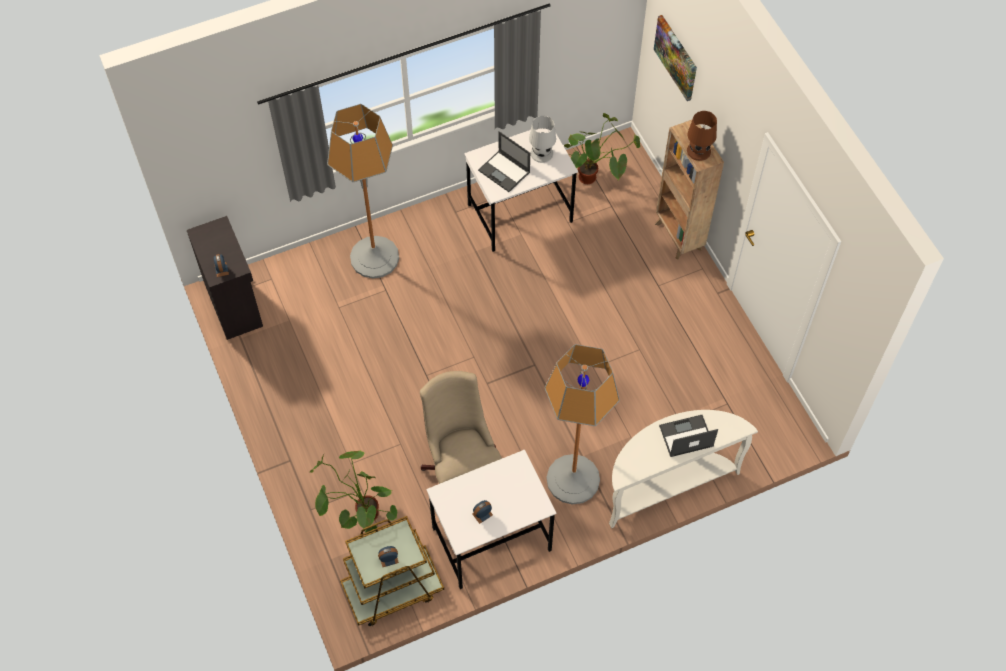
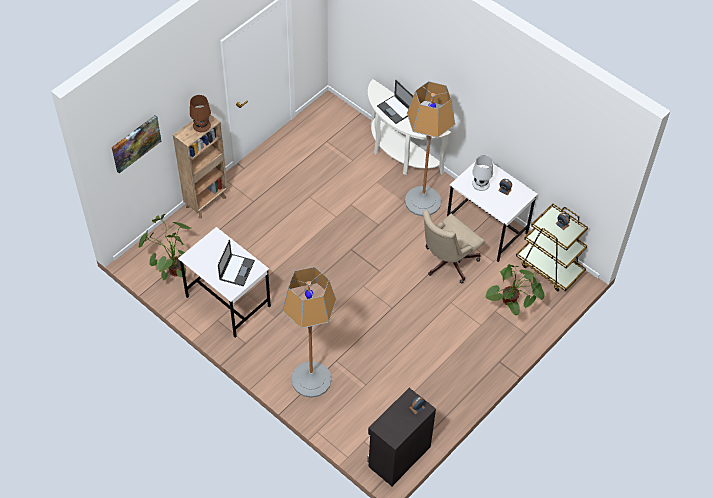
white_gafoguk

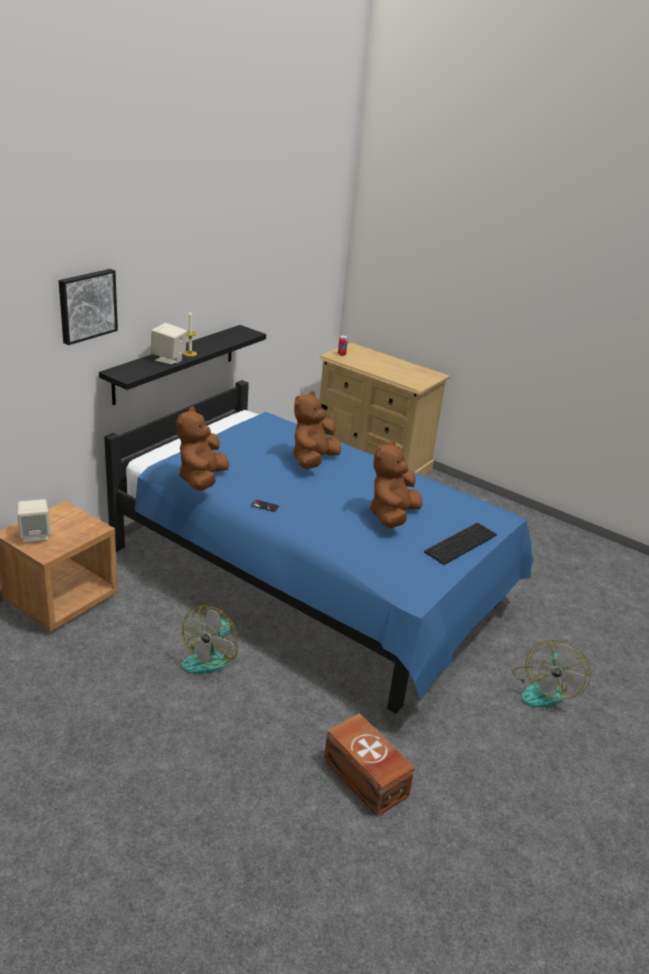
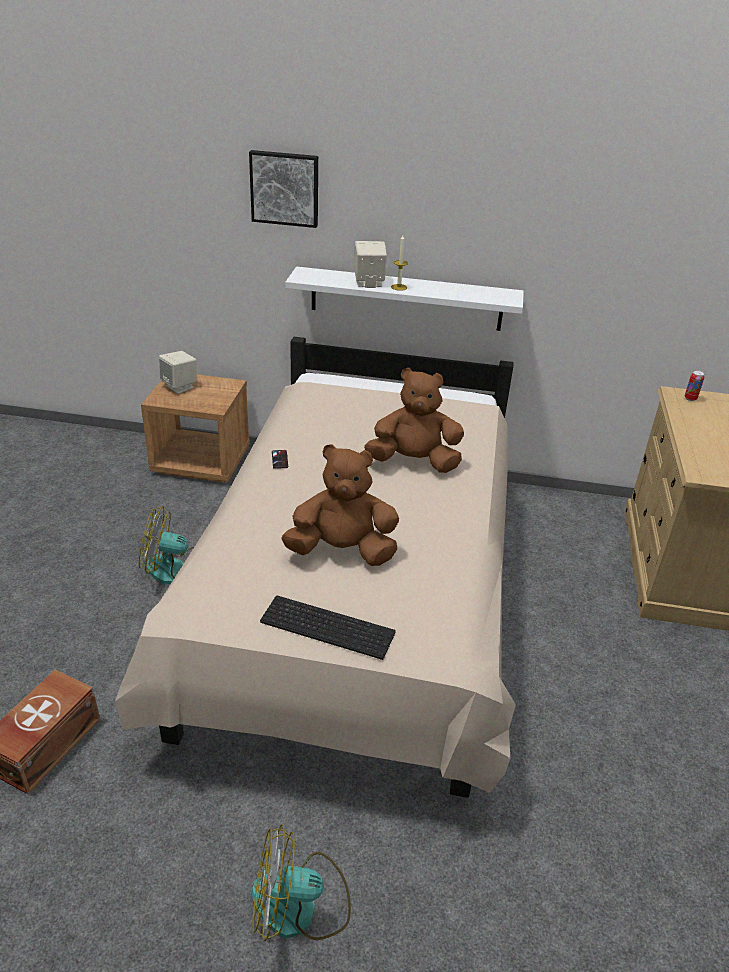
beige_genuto
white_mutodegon
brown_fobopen (no. 1 from left in the first image)

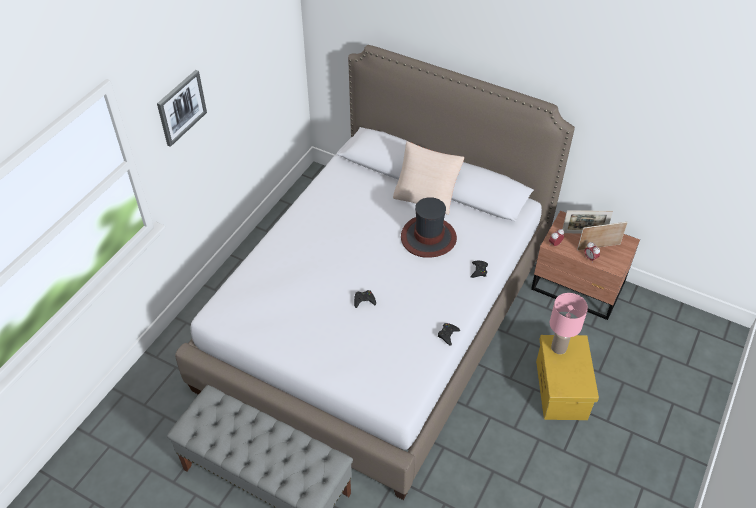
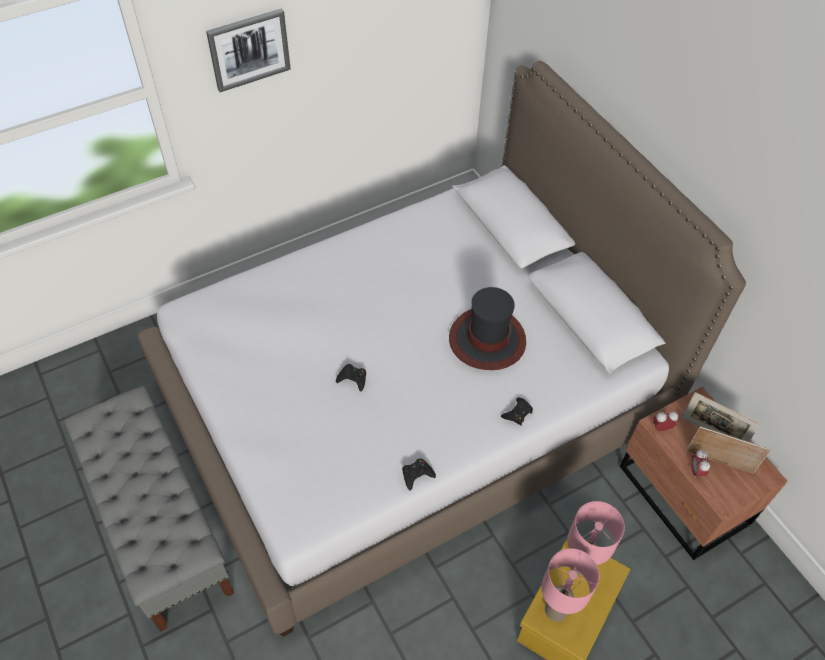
pink_gafoguk (no. 1 from left)
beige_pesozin

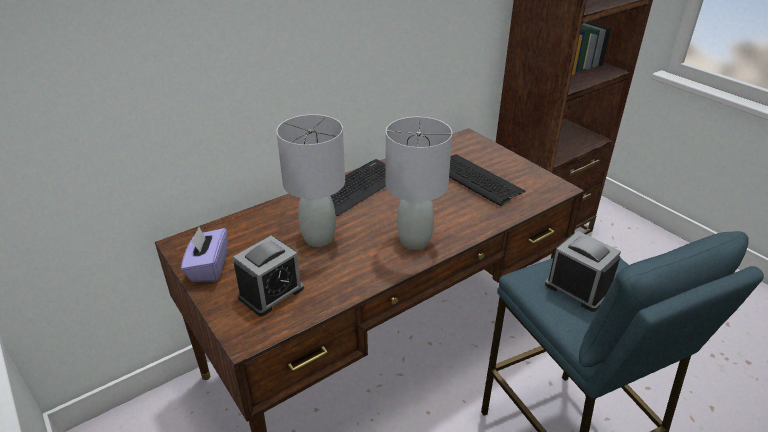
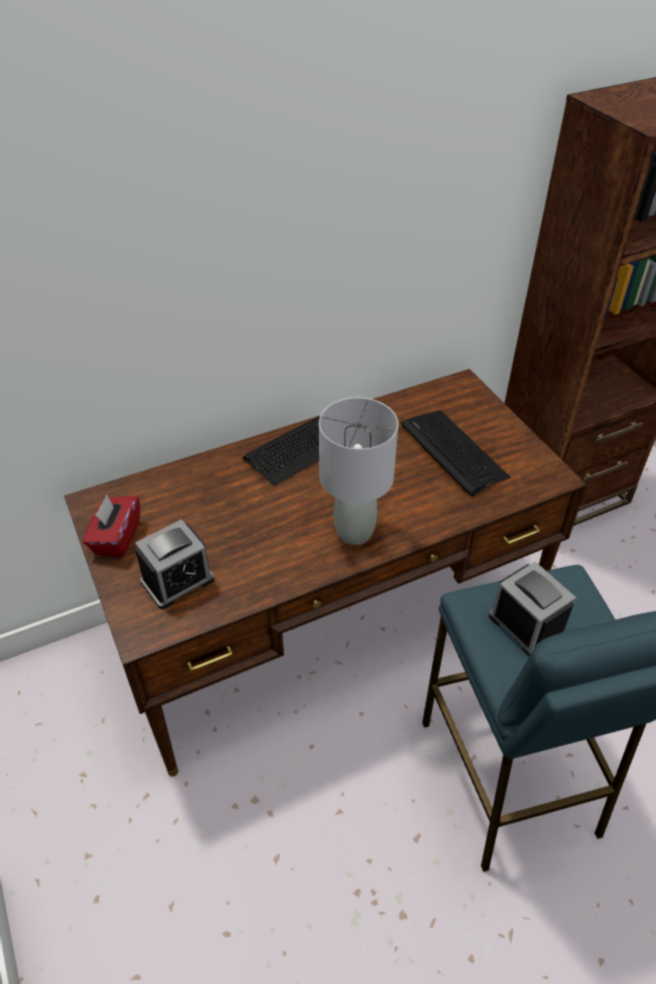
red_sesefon
grey_gafoguk (no. 1 from left in the first image)

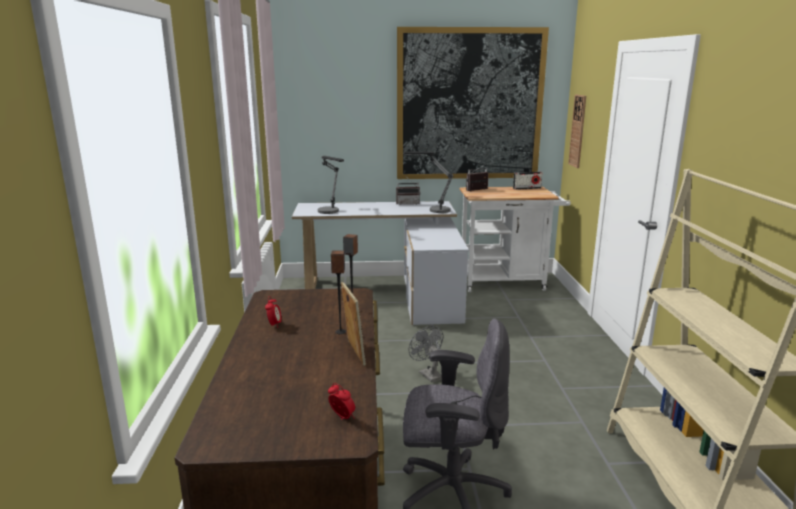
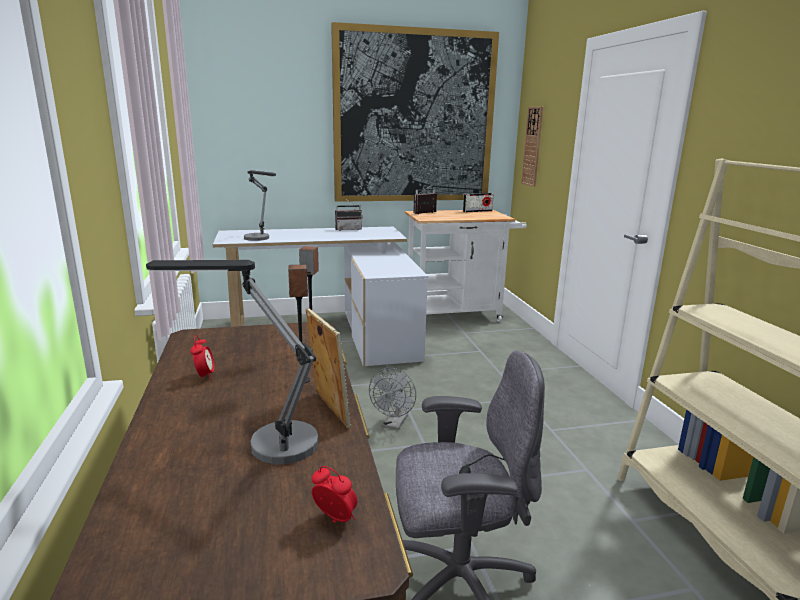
gafoguk (no. 1 from left)
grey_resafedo

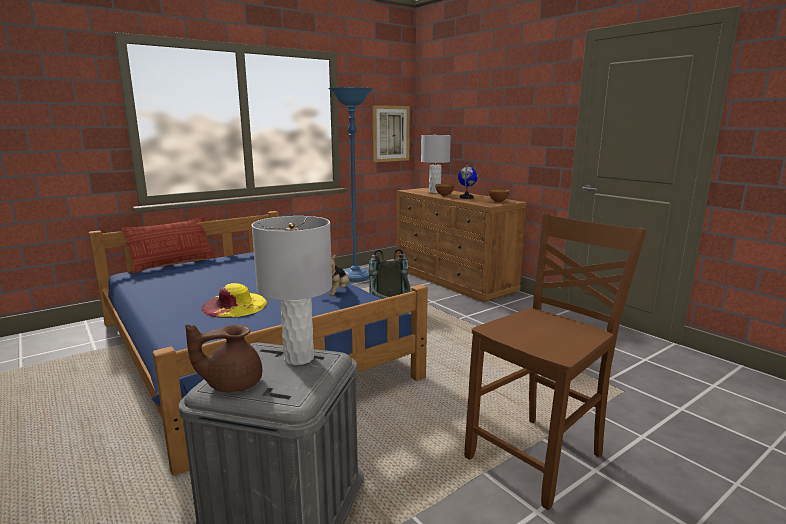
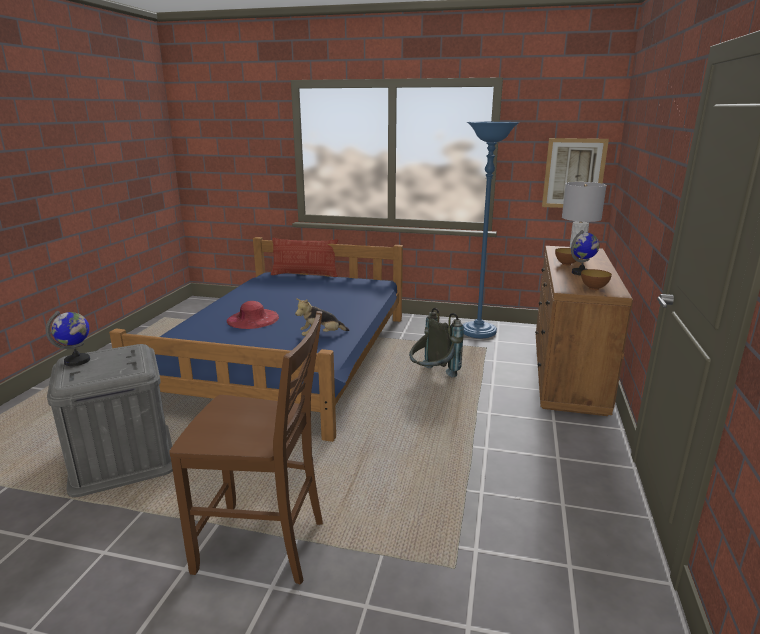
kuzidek (no. 1 from left)
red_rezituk
grey_gafoguk (no. 1 from left in the first image)

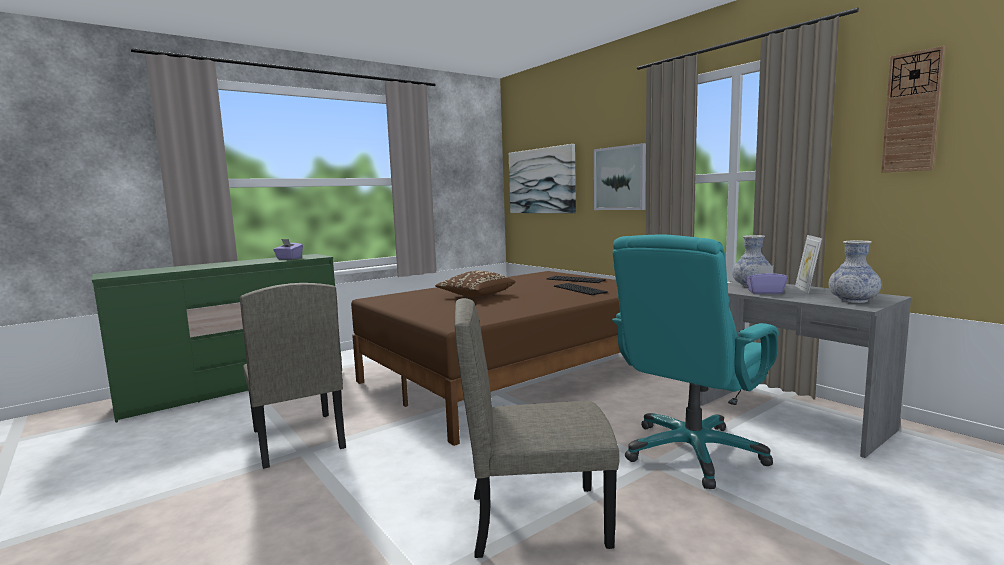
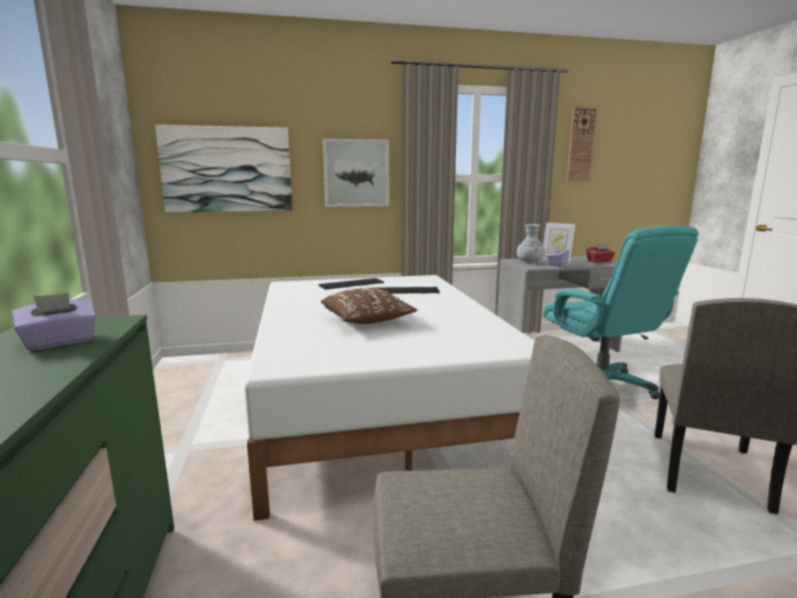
white_genuto
red_sesefon

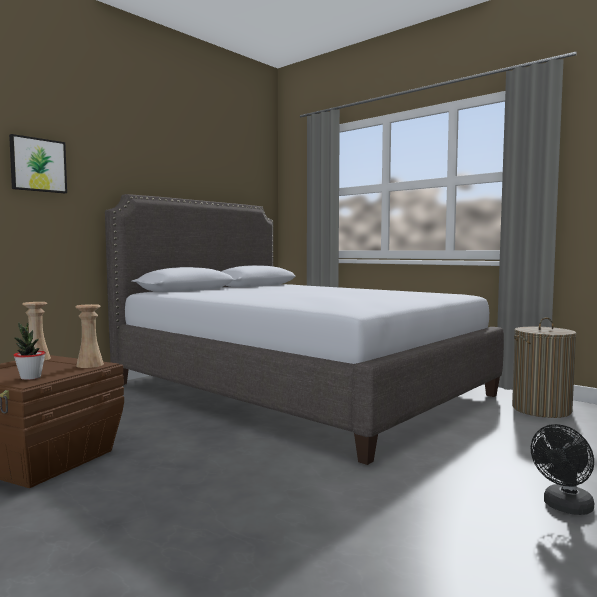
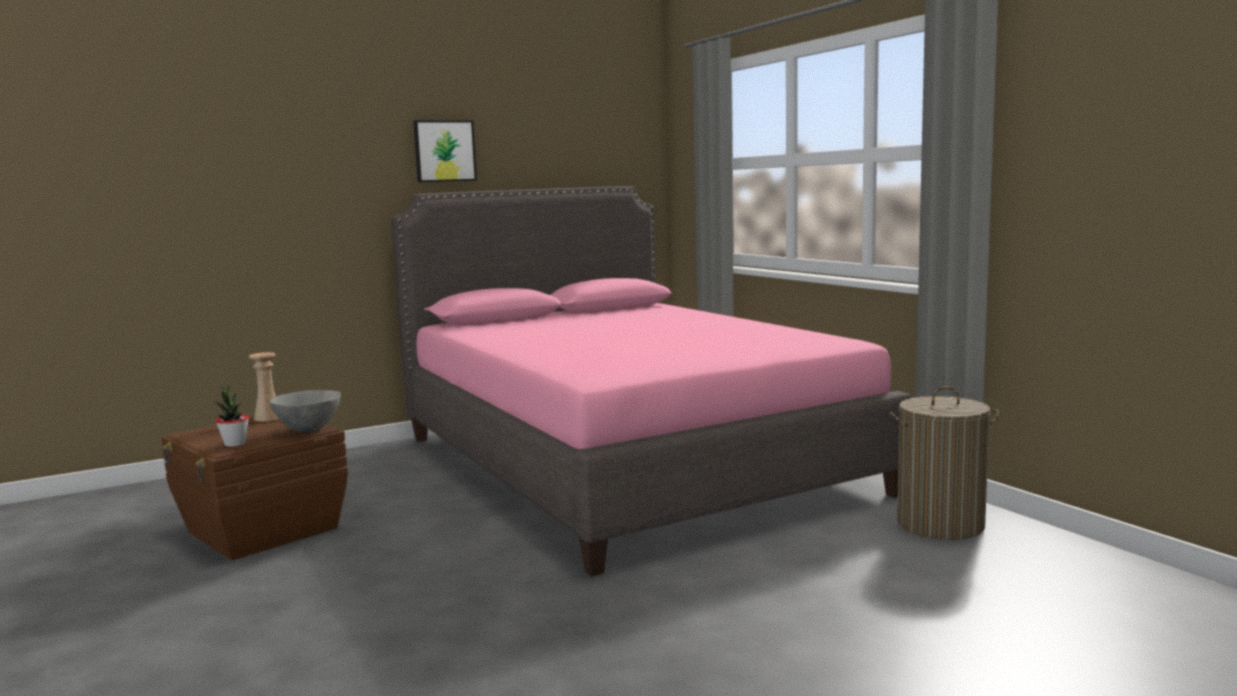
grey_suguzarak
pink_genuto
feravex
black_resafedo

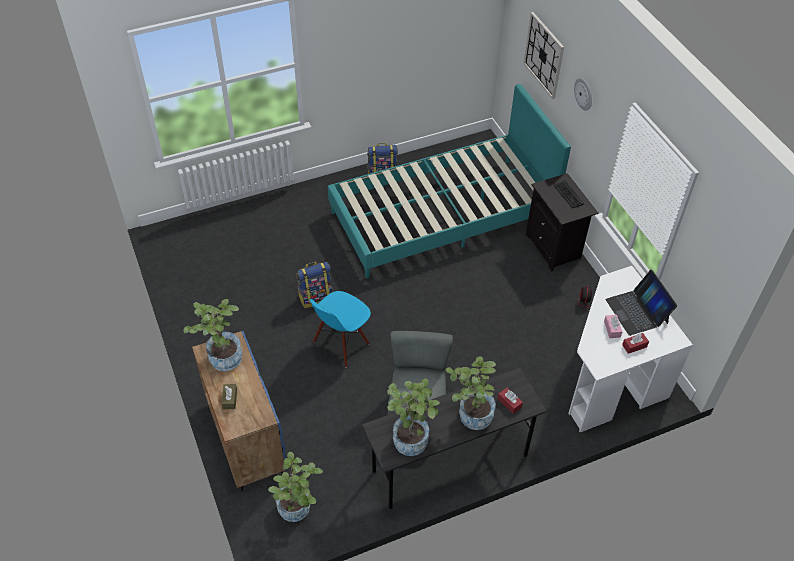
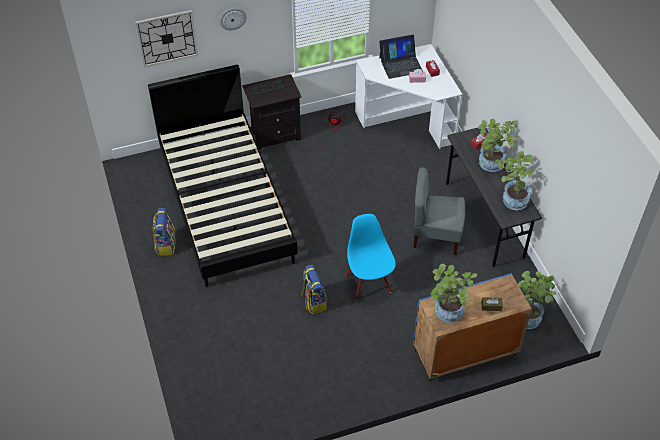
black_genuto
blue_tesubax

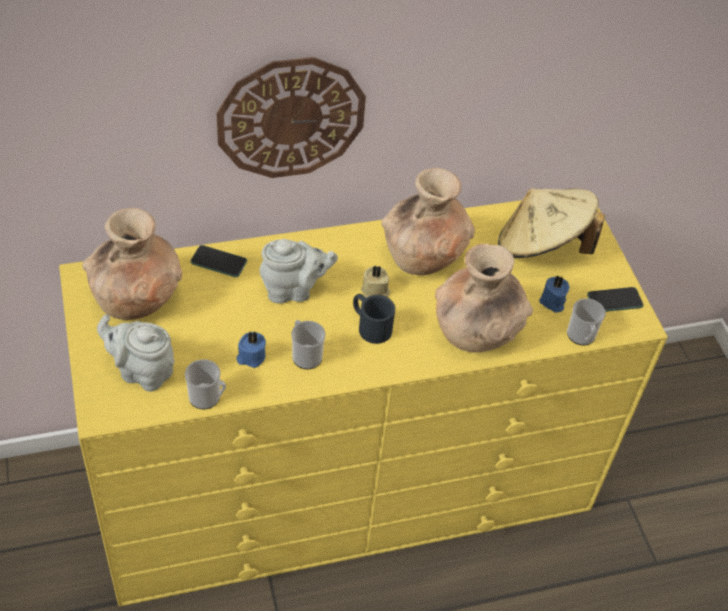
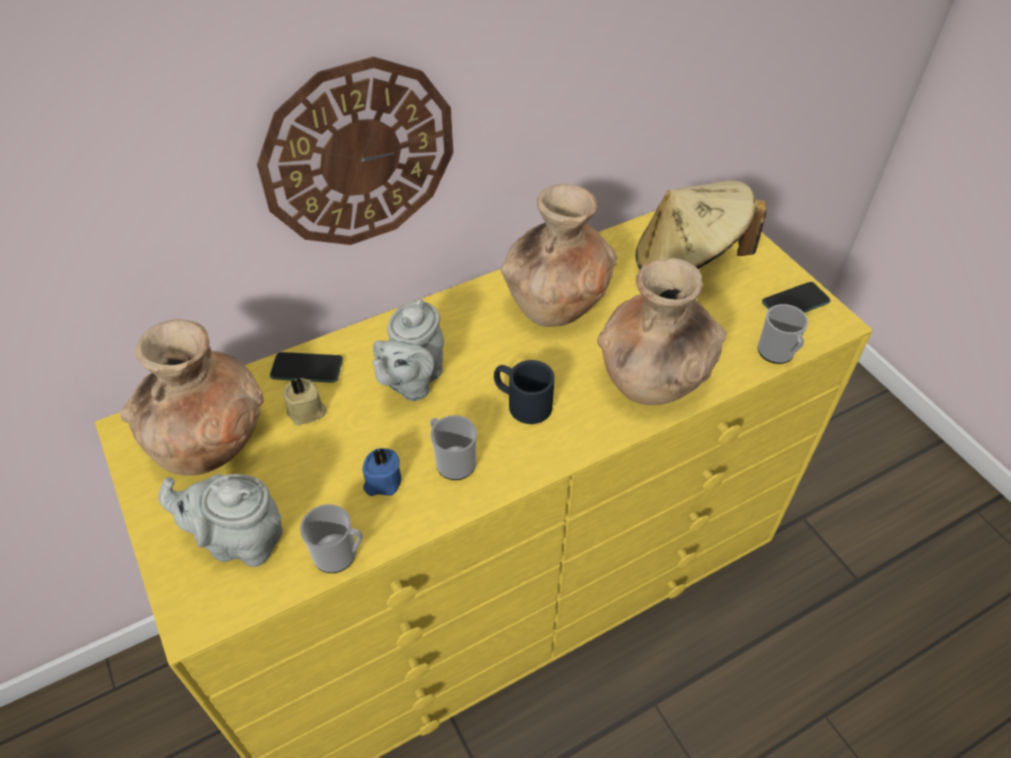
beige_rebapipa
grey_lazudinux (no. 2 from left)
blue_rebapipa (no. 2 from left in the first image)

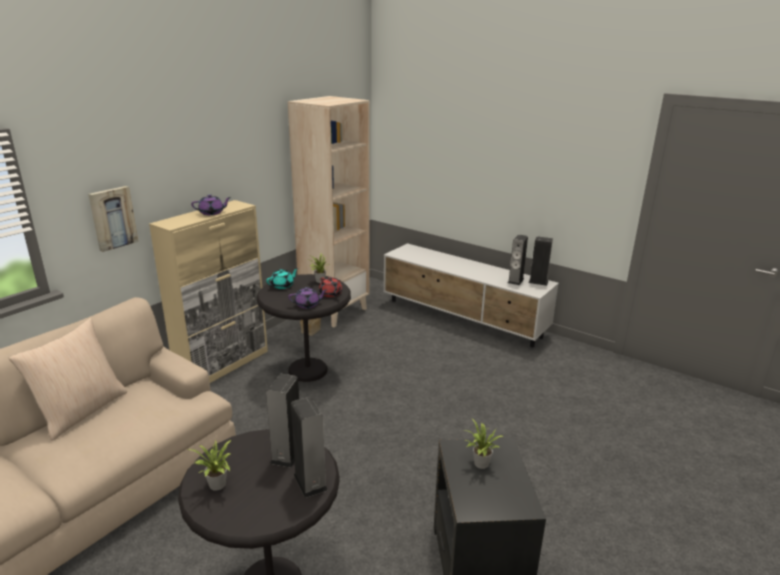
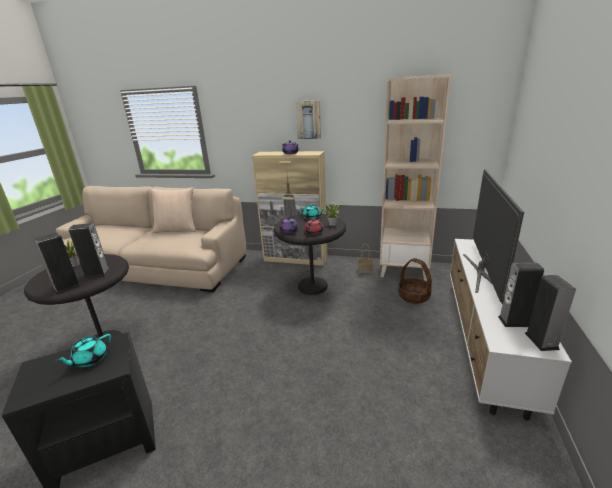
turquoise_lazudinux (no. 1 from left)
feravex
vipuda (no. 2 from left)
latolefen

